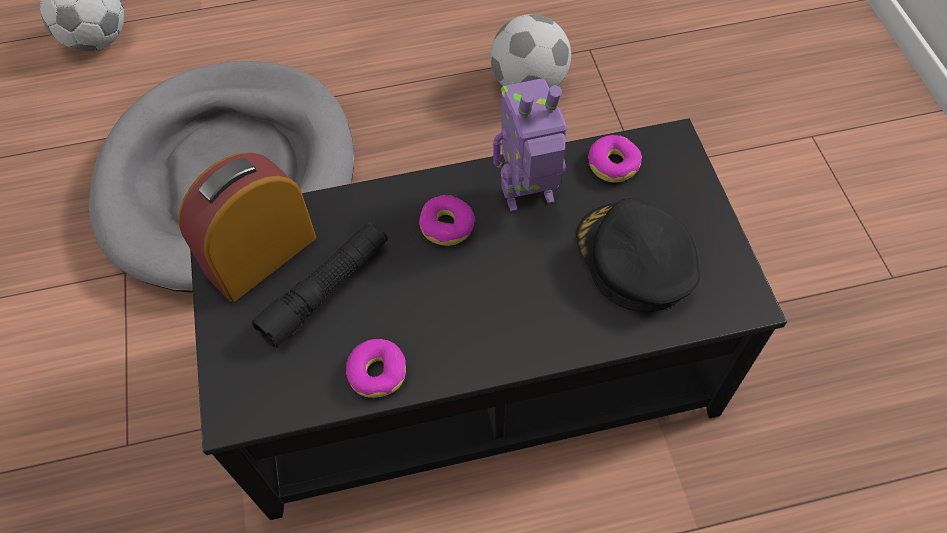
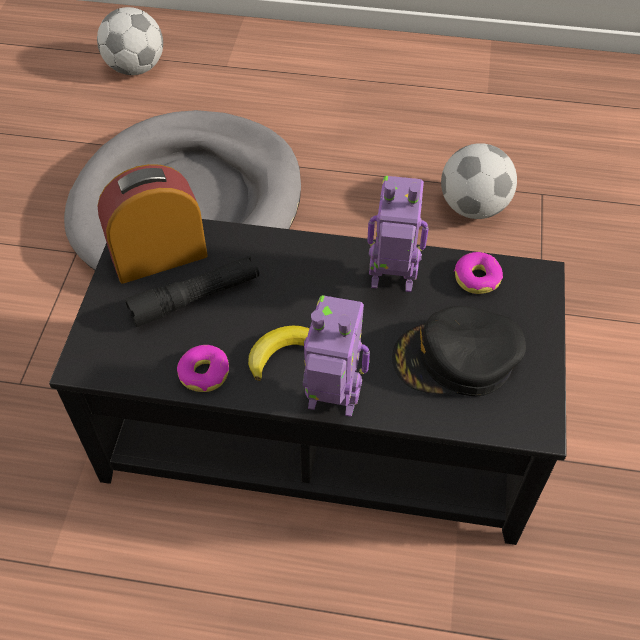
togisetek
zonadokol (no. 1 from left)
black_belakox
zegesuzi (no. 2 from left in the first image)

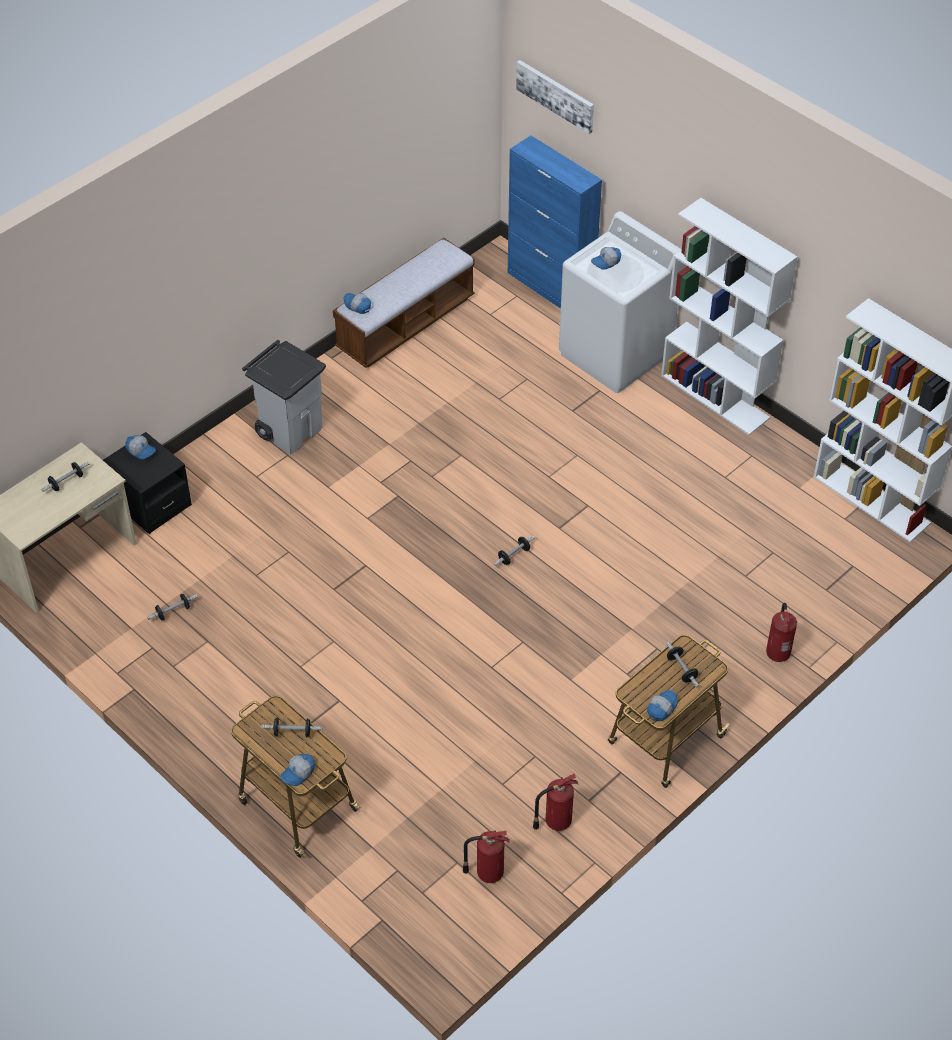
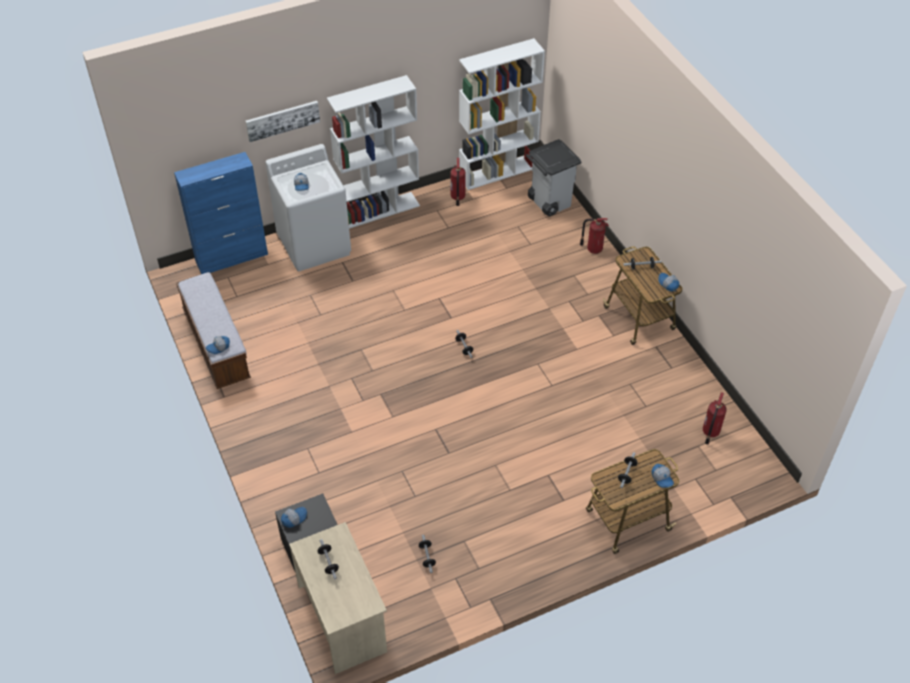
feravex
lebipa (no. 1 from left)
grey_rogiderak

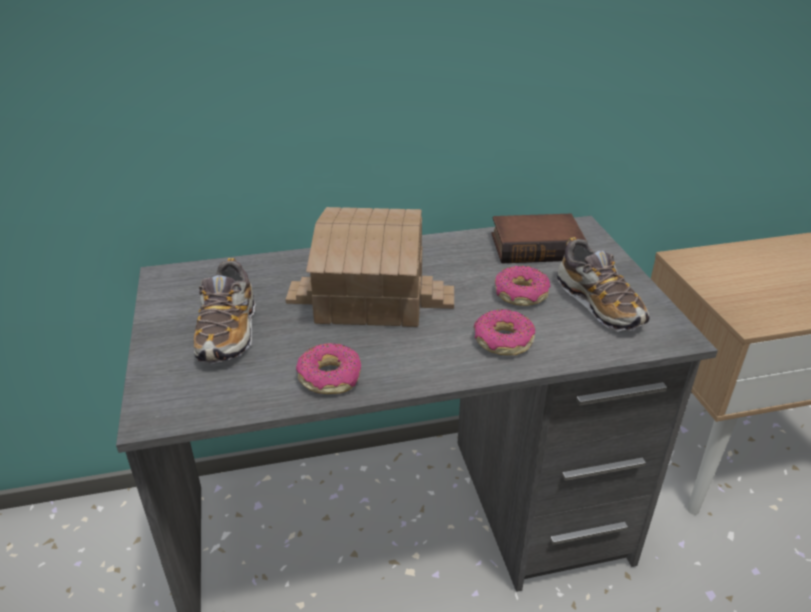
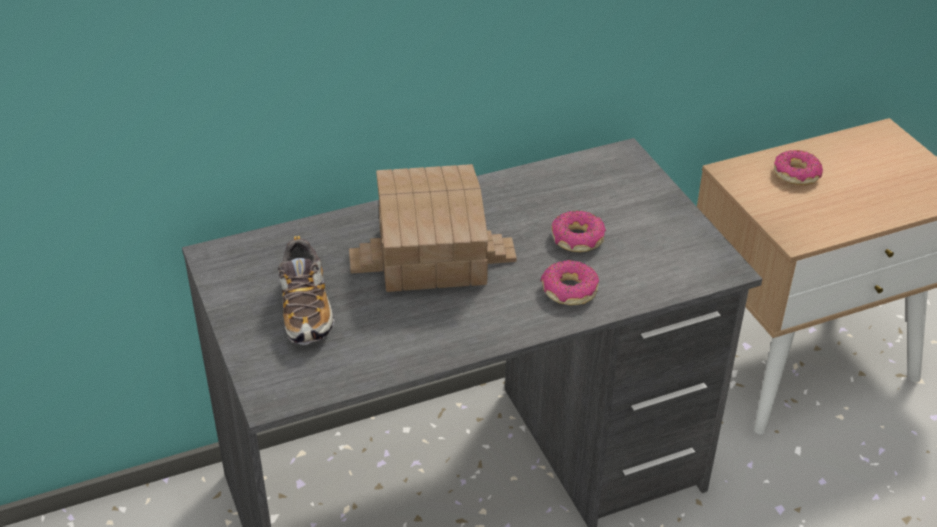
zegesuzi (no. 3 from left)
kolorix
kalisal (no. 2 from left in the first image)

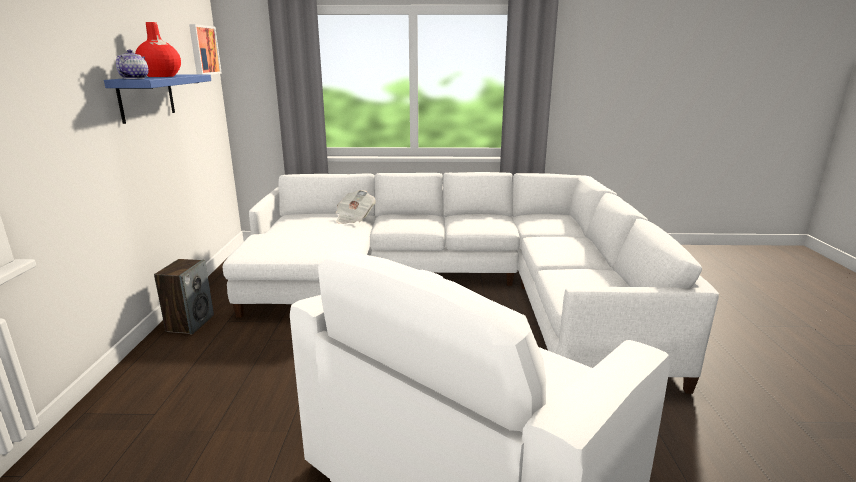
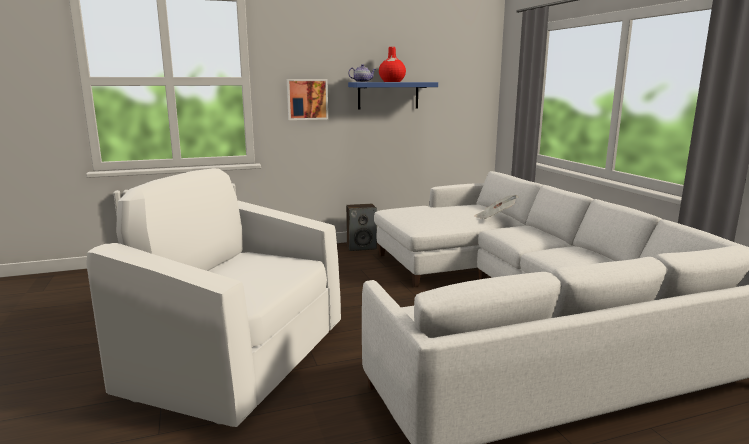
feravex

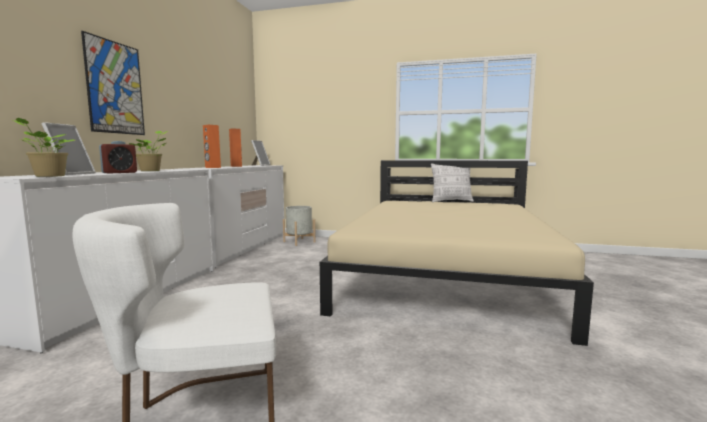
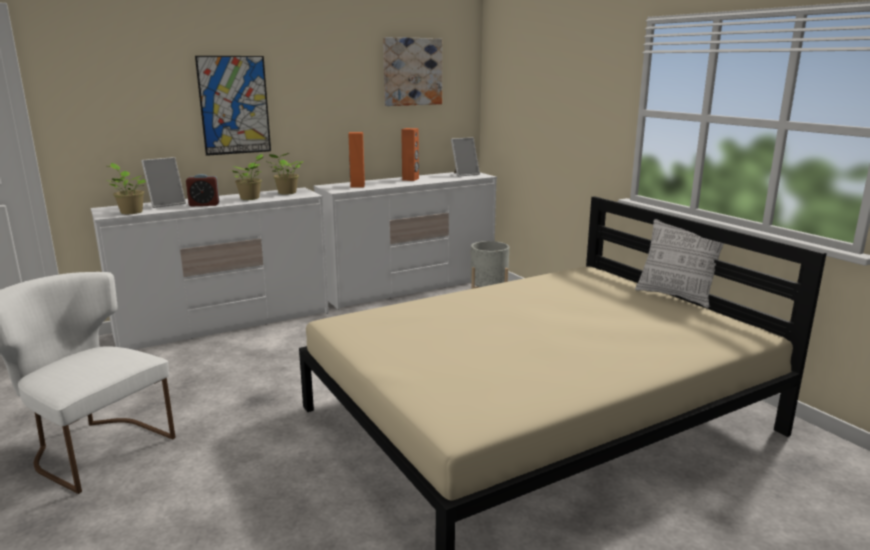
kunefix (no. 3 from left)
feravex (no. 2 from left)

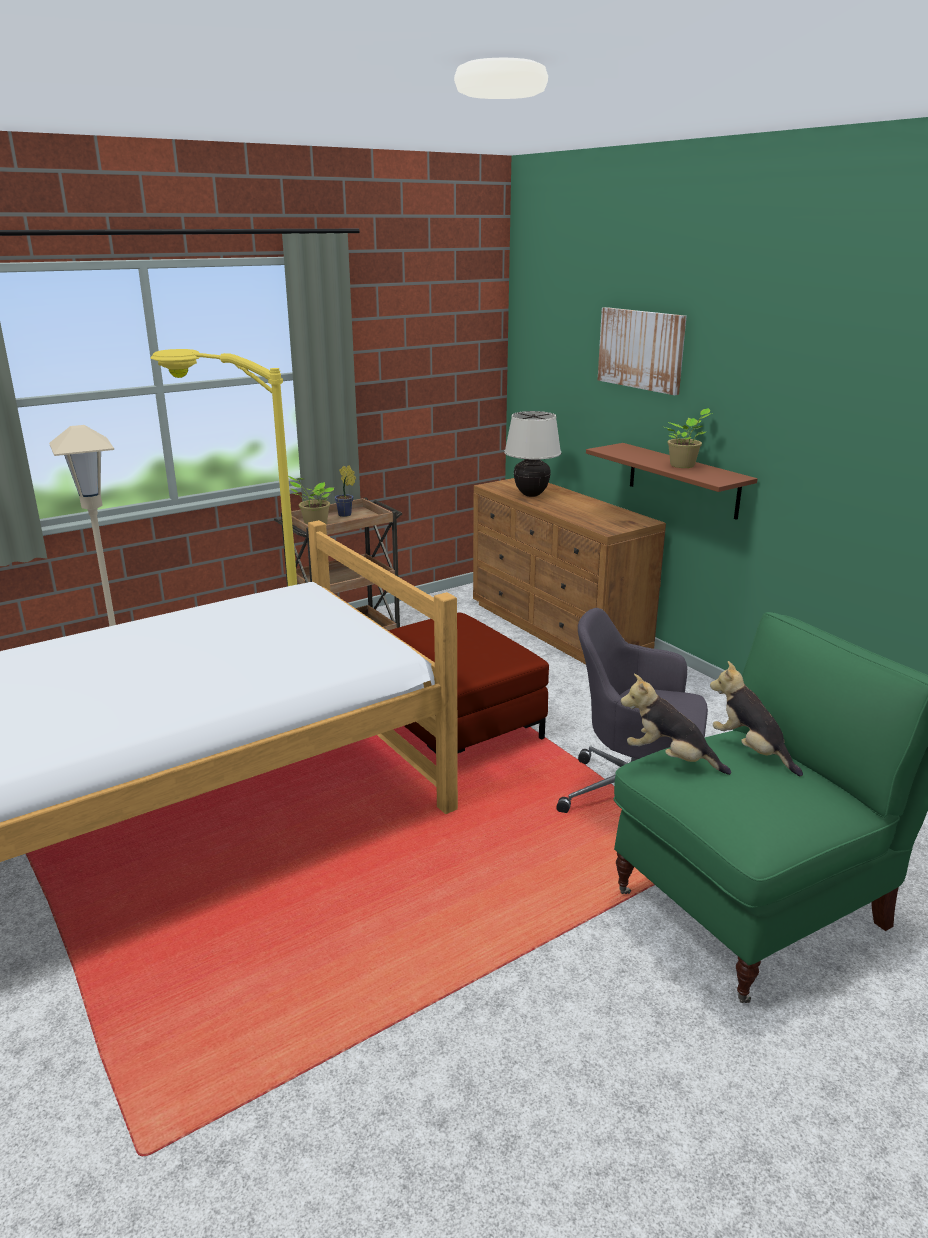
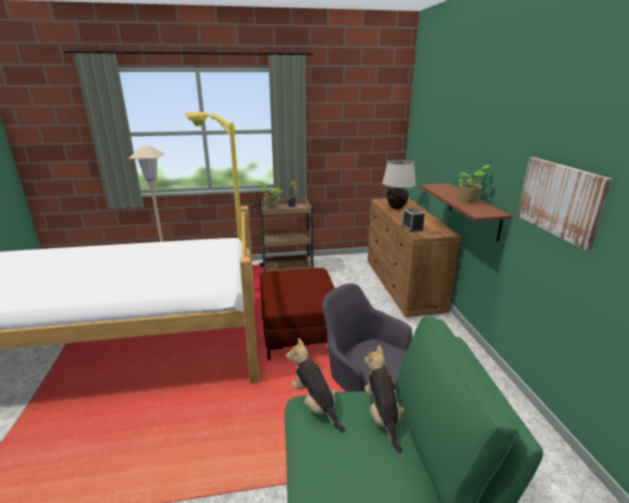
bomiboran
feravex

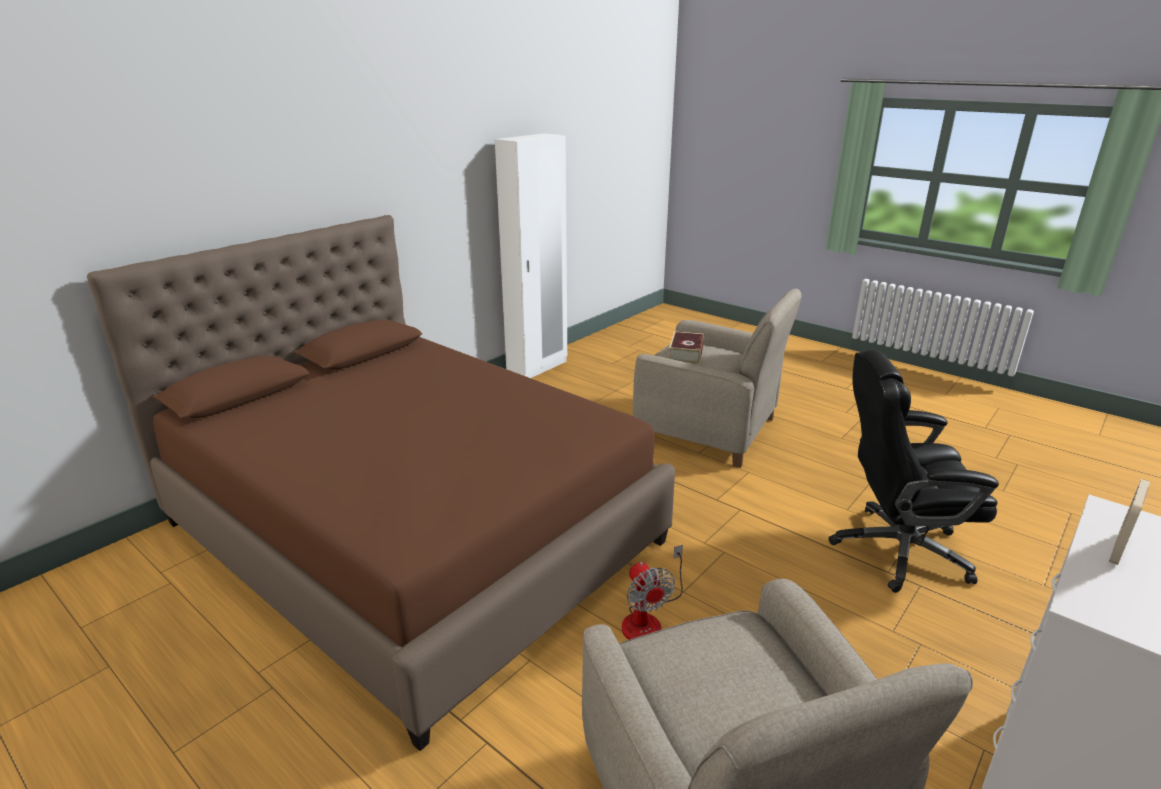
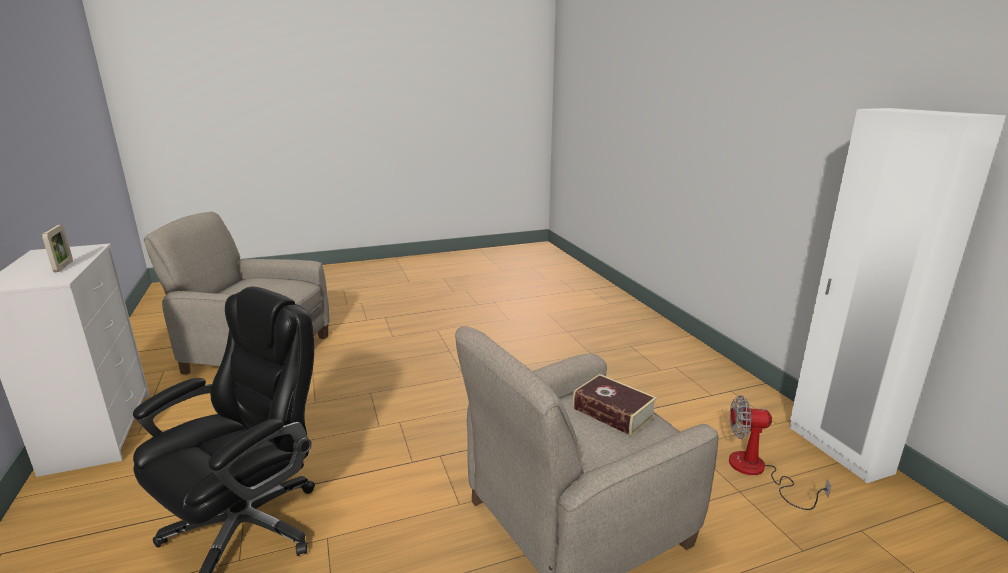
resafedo
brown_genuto

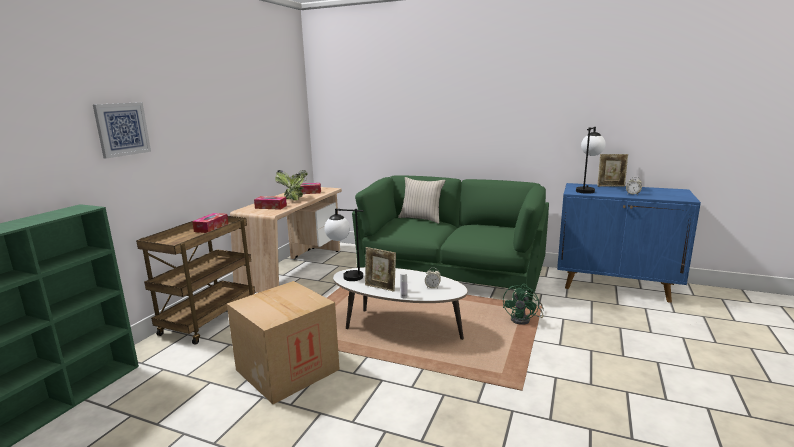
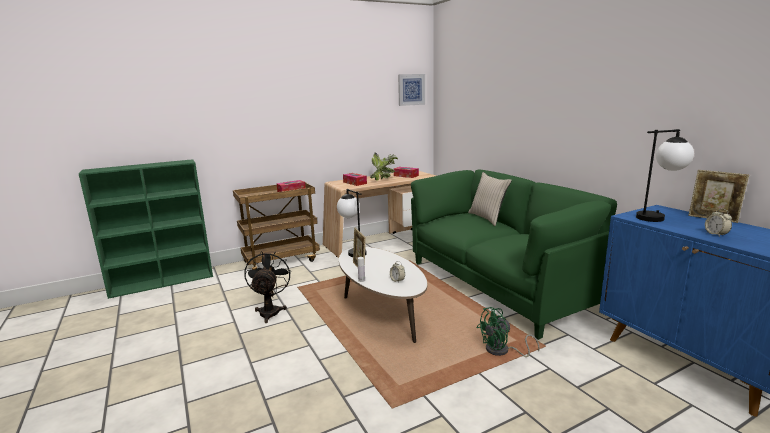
black_resafedo
feravex

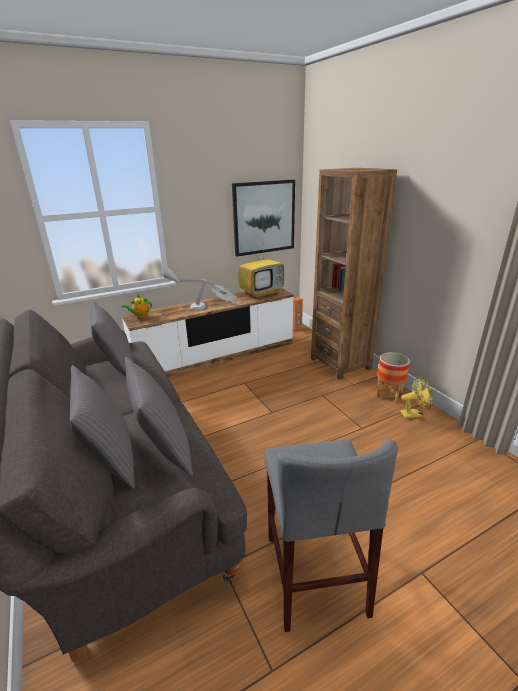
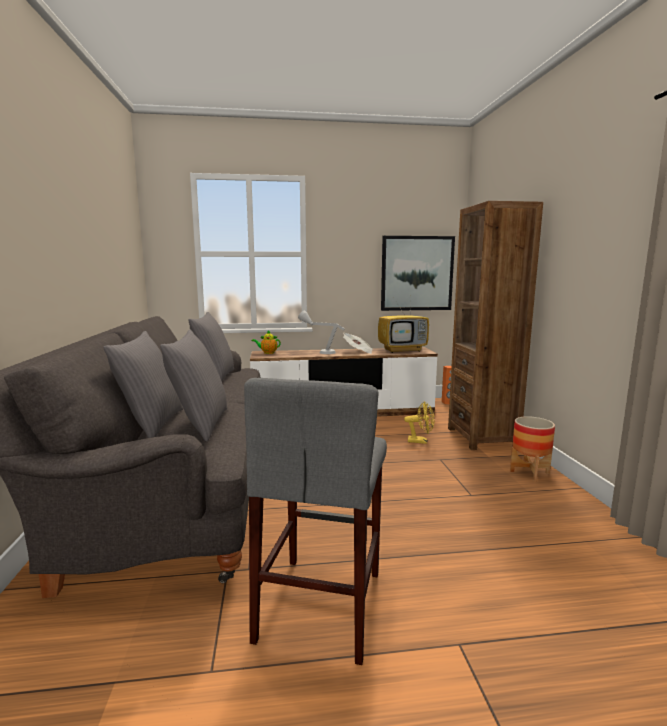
yellow_resafedo

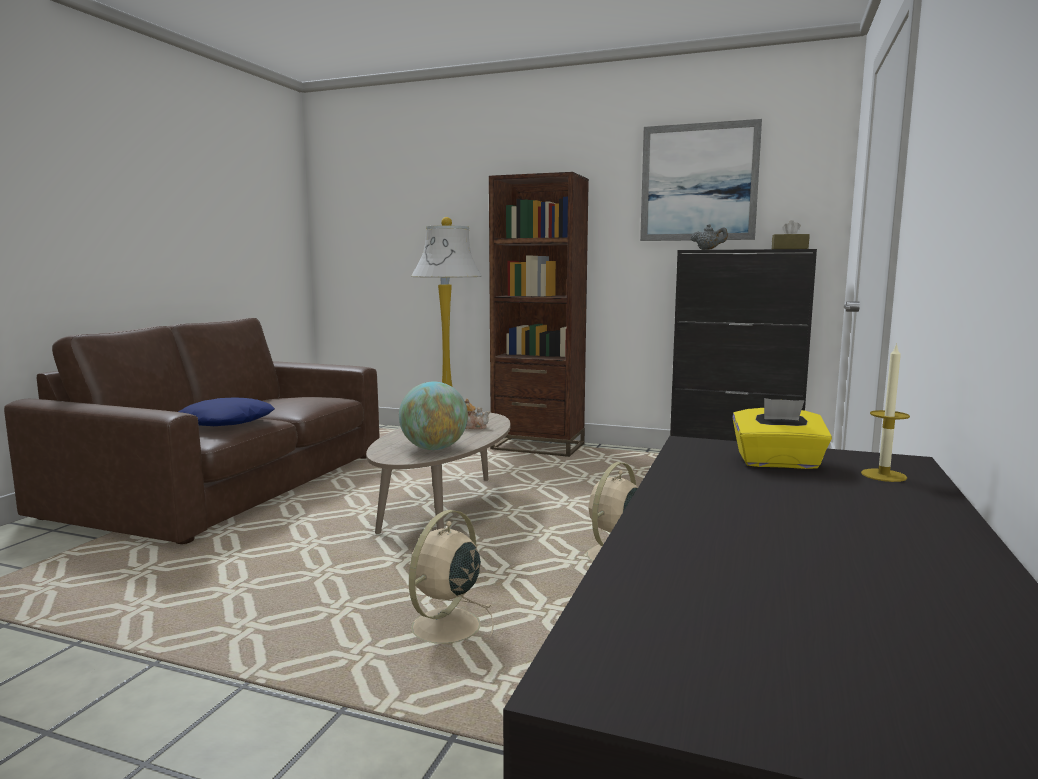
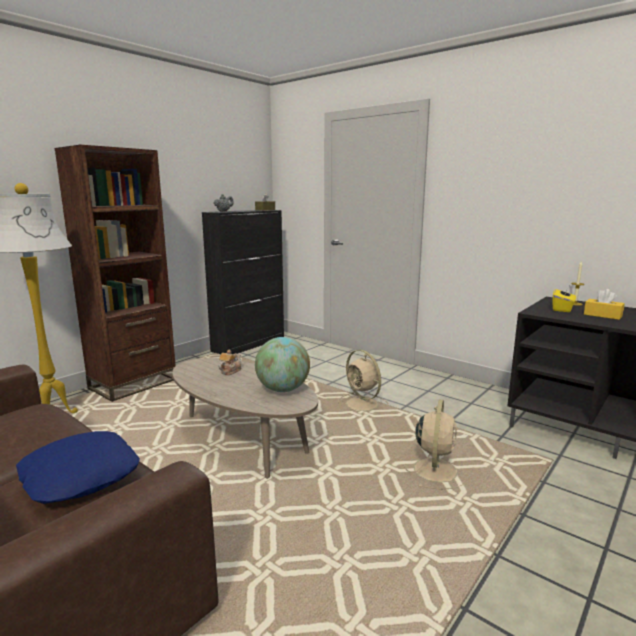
beige_resafedo (no. 2 from left)
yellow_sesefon (no. 2 from left)
feravex

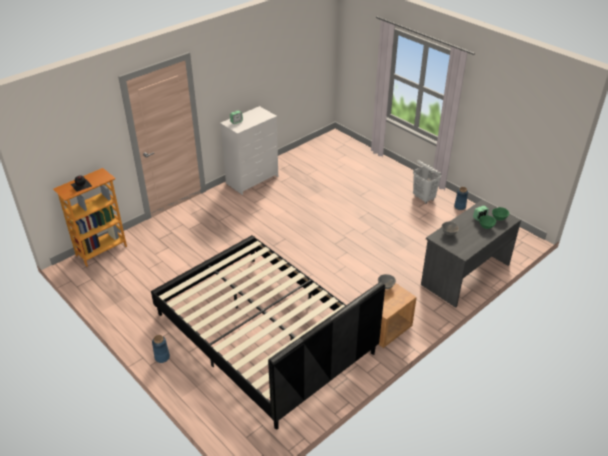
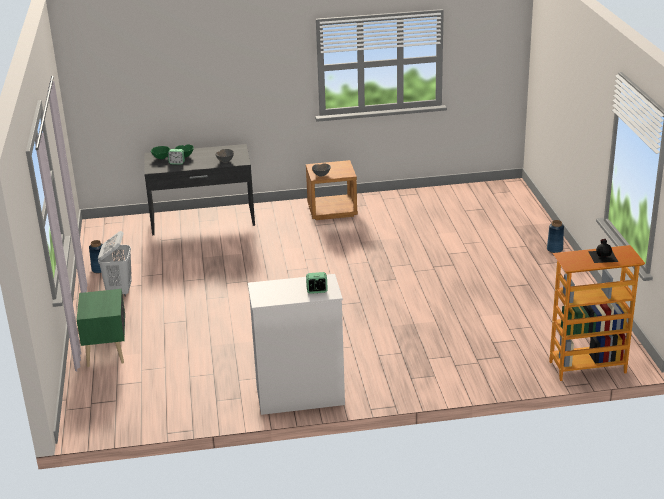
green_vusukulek
black_genuto

